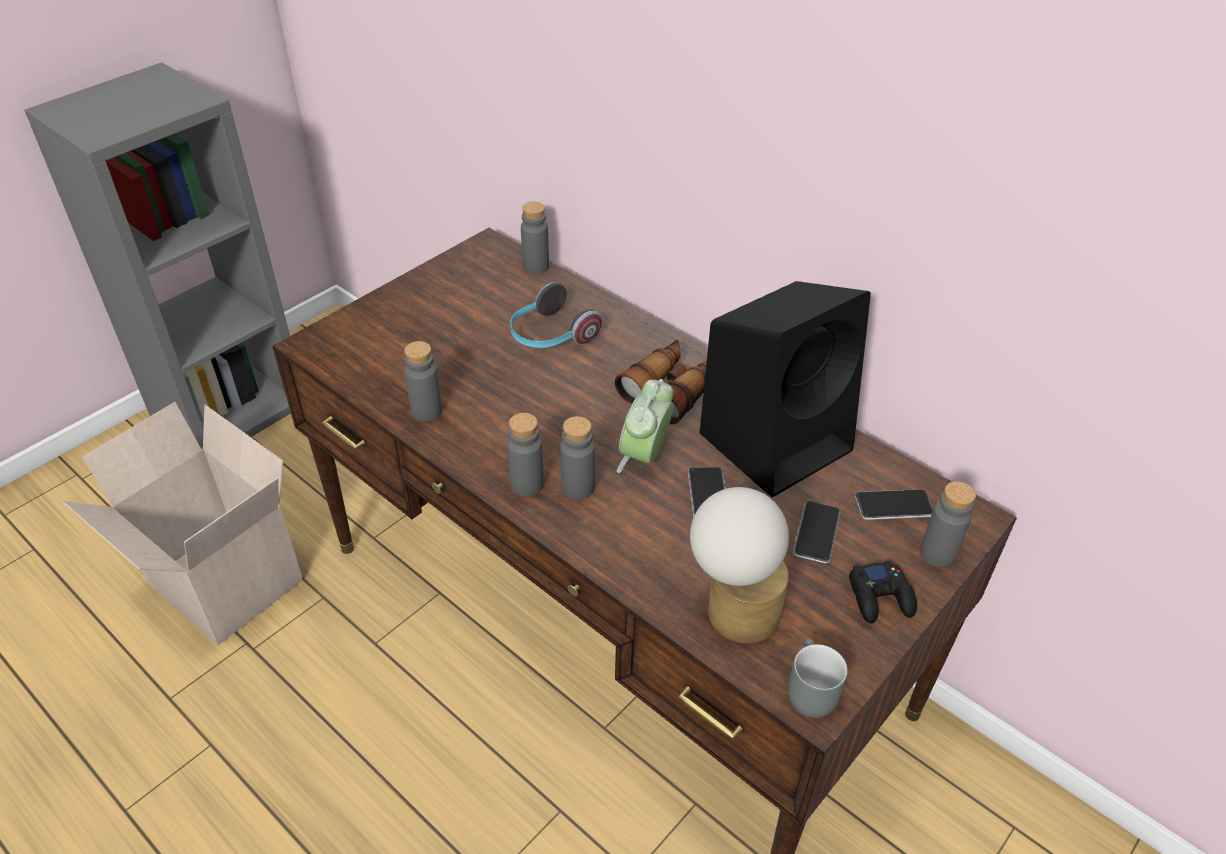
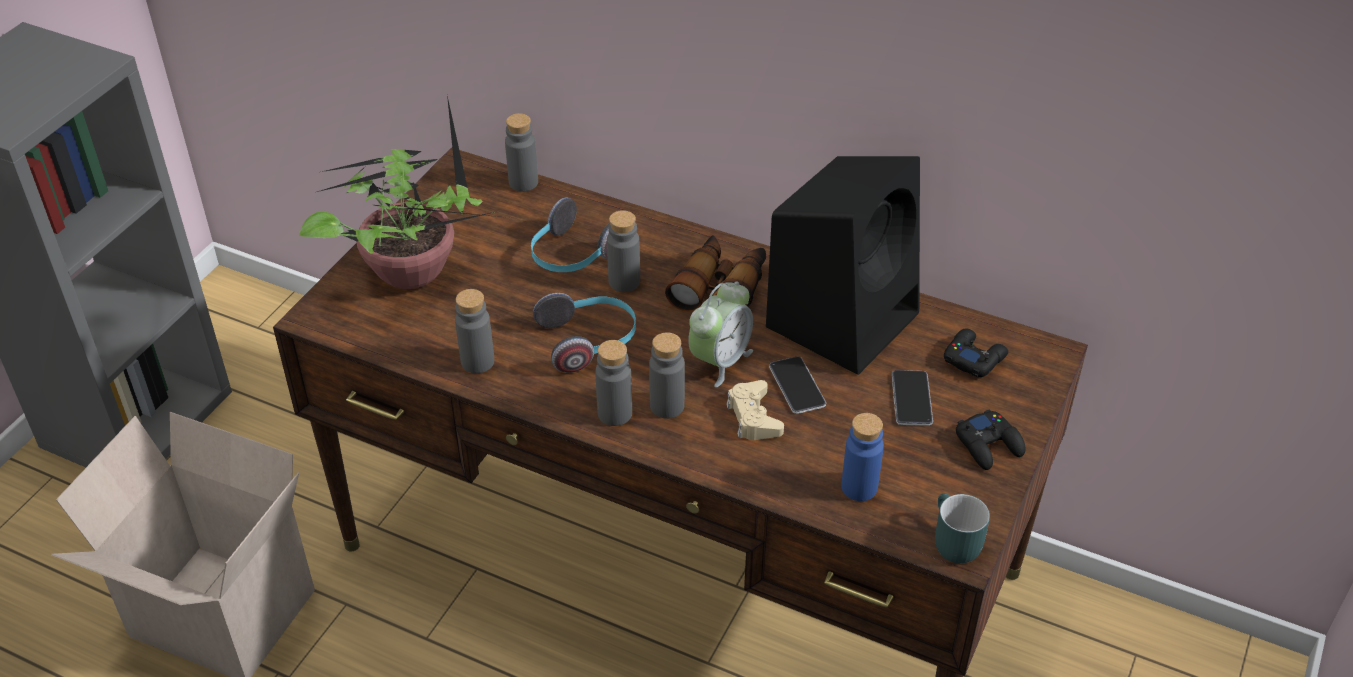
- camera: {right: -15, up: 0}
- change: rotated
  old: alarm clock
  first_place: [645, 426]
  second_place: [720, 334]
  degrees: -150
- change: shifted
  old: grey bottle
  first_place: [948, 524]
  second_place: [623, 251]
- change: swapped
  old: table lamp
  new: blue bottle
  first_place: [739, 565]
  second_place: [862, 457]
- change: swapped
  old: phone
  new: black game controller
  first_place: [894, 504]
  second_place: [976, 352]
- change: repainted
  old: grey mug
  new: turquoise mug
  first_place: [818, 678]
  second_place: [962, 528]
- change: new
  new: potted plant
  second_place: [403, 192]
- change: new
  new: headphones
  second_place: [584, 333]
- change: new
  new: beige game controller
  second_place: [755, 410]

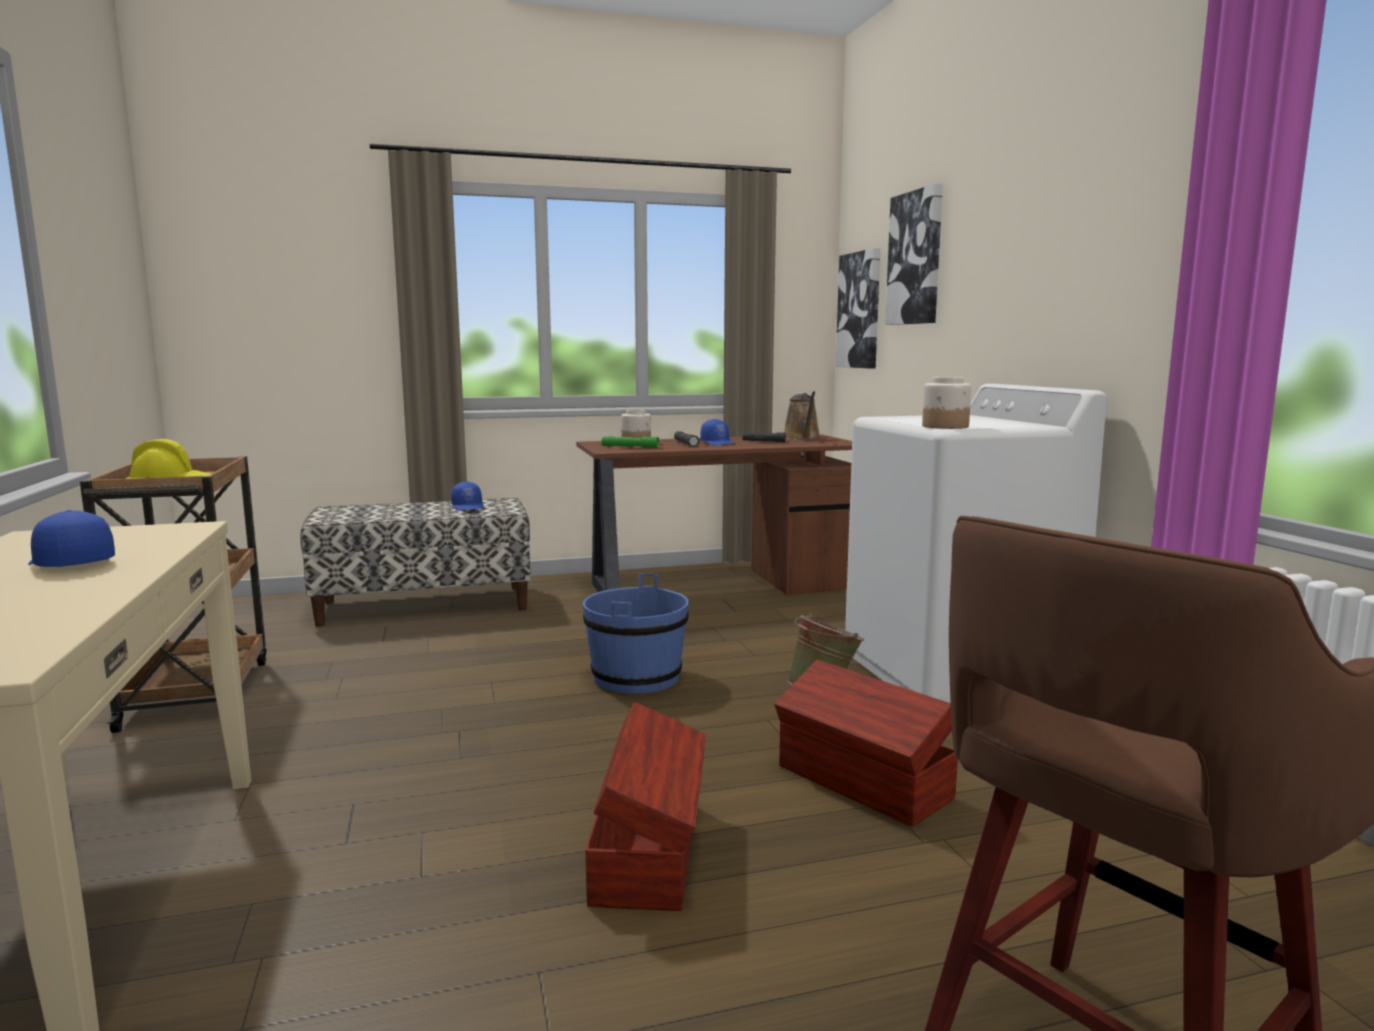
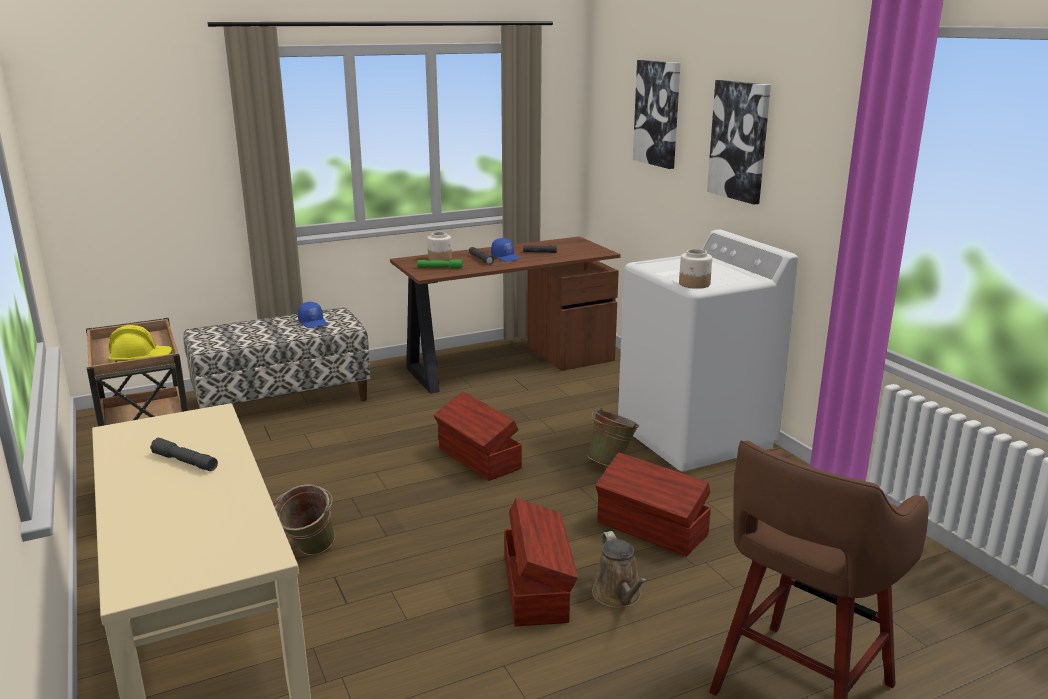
- camera: {right: -10, up: 10}
- change: shifted
  old: picture
  first_place: [858, 308]
  second_place: [739, 142]
- change: shifted
  old: brown watering can
  first_place: [802, 415]
  second_place: [619, 569]
- change: swapped
  old: blue cap
  new: grey flashlight
  first_place: [71, 538]
  second_place: [184, 454]
- change: swapped
  old: blue bucket
  new: brown storage box
  first_place: [636, 633]
  second_place: [477, 436]
- change: new
  new: green bucket
  second_place: [304, 519]

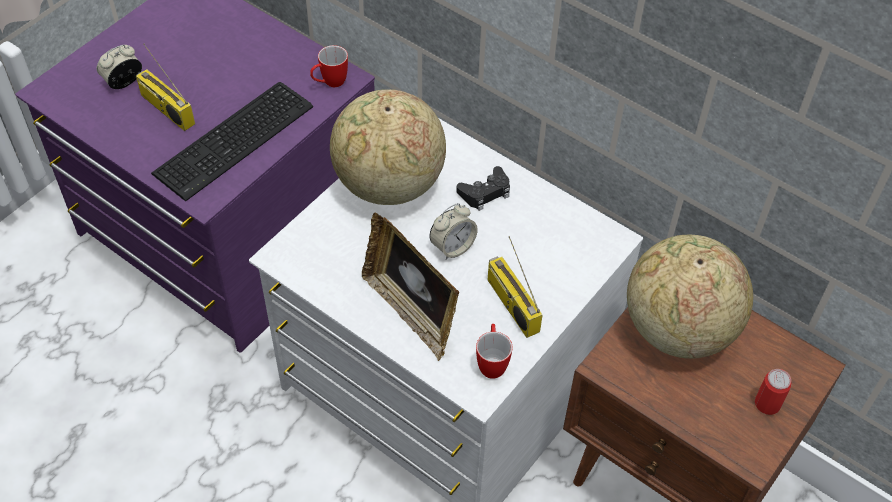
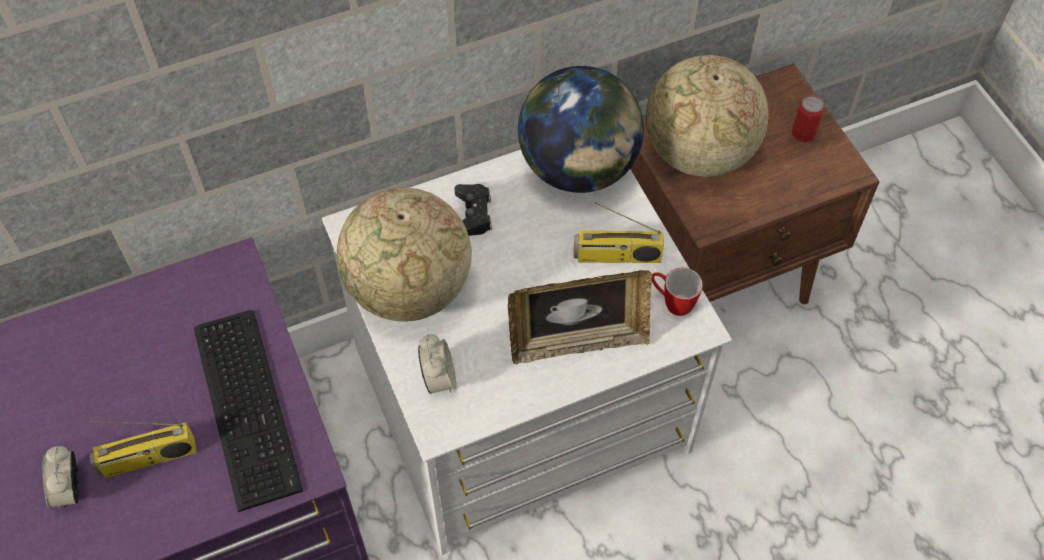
- camera: {right: -60, up: 5}
- change: gone
  old: mug
  first_place: [329, 66]
- change: shifted
  old: alarm clock
  first_place: [454, 231]
  second_place: [437, 364]
- change: new
  new: globe
  second_place: [581, 129]

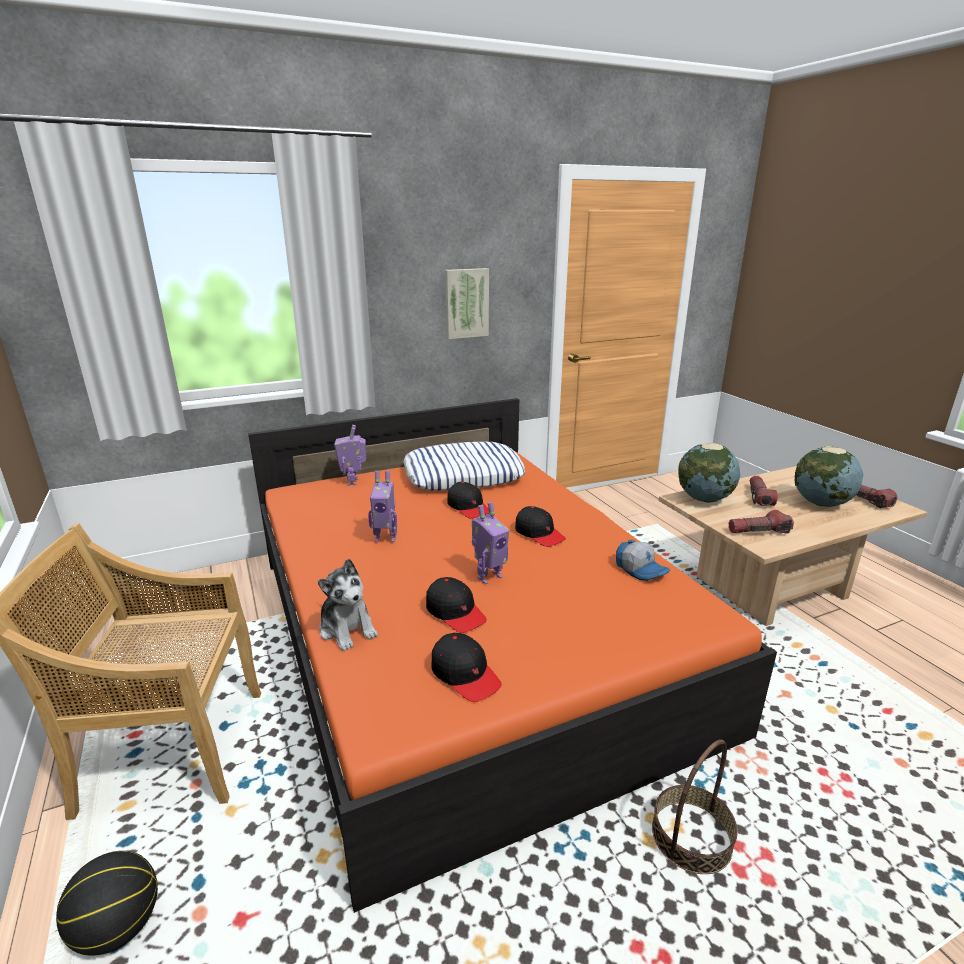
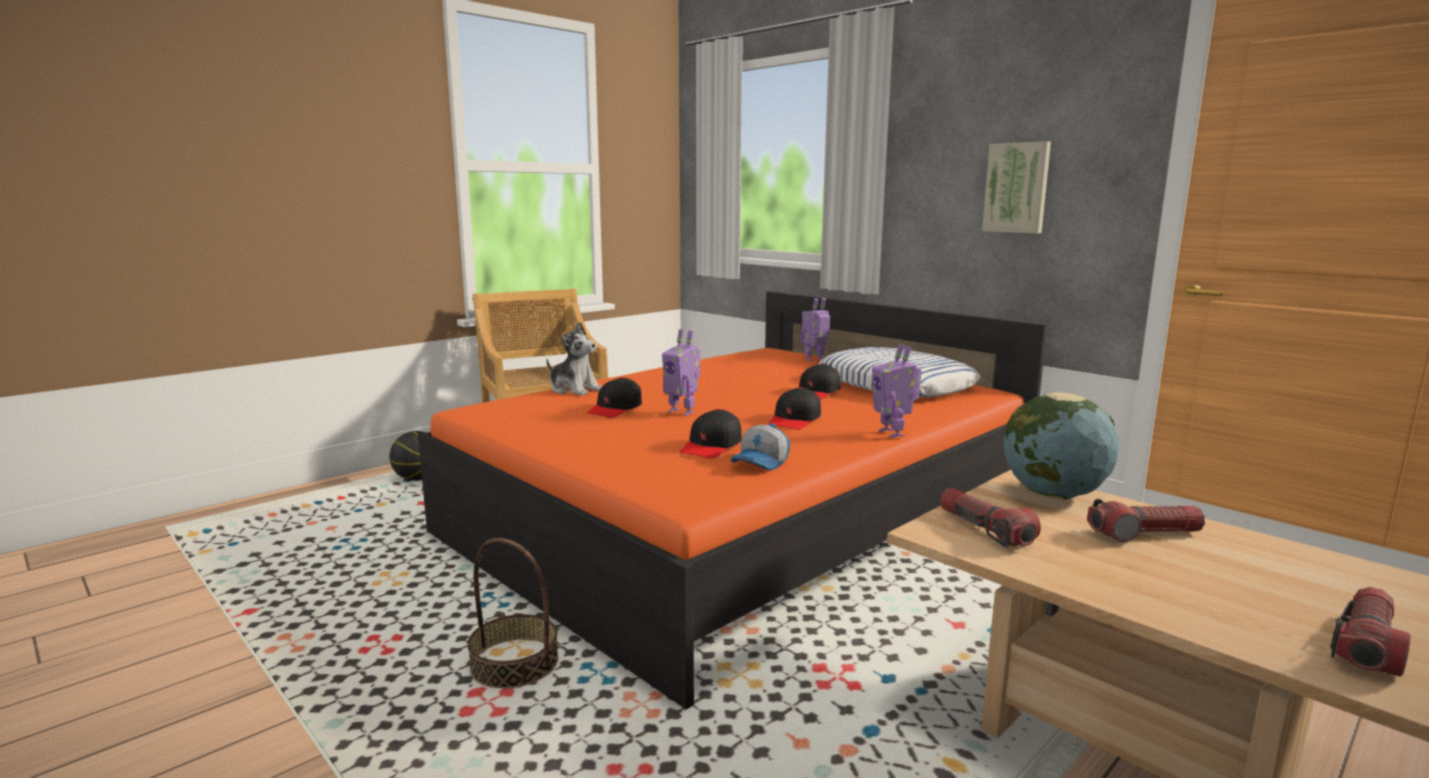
- camera: {right: 70, up: -10}
- change: gone
  old: globe
  first_place: [829, 476]
- change: shifted
  old: toy robot
  first_place: [382, 506]
  second_place: [897, 391]
- change: rotated
  old: plush toy
  first_place: [348, 604]
  second_place: [574, 359]
  degrees: -90
- change: shifted
  old: black cap
  first_place: [466, 667]
  second_place: [711, 434]

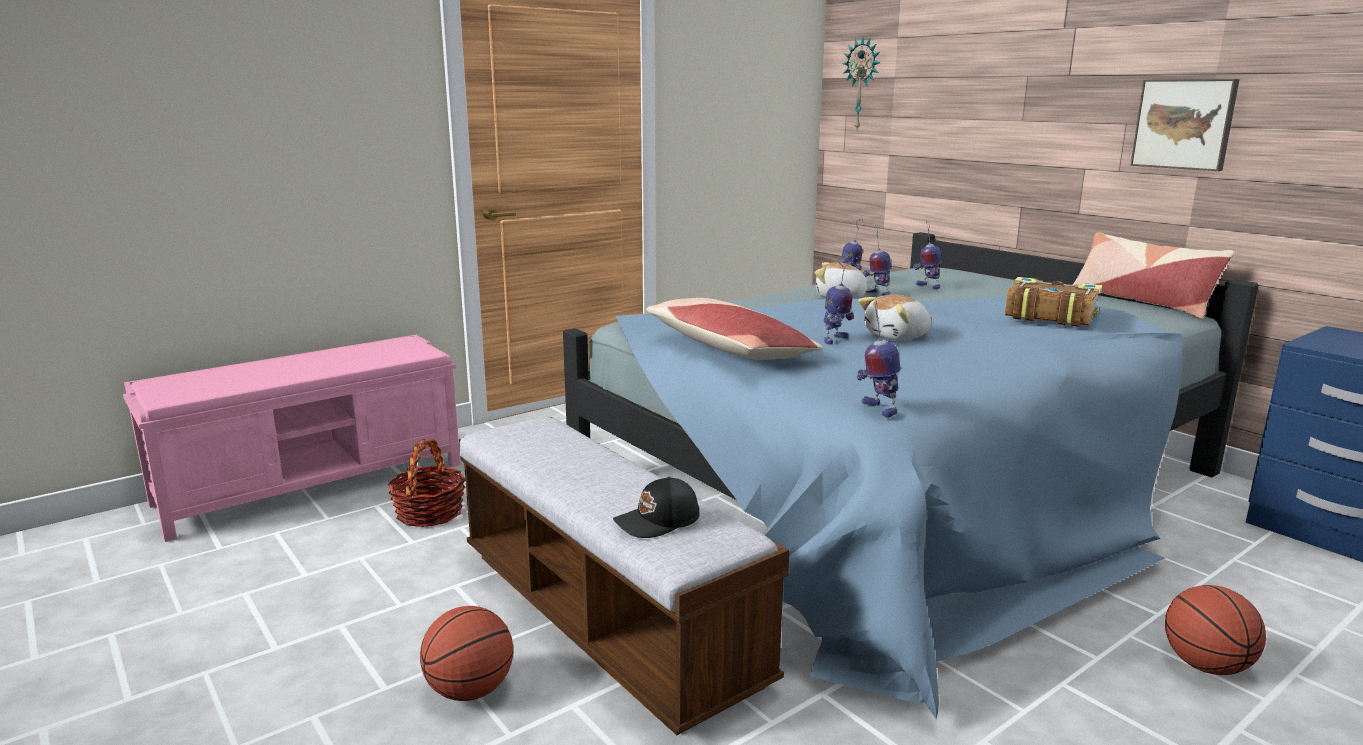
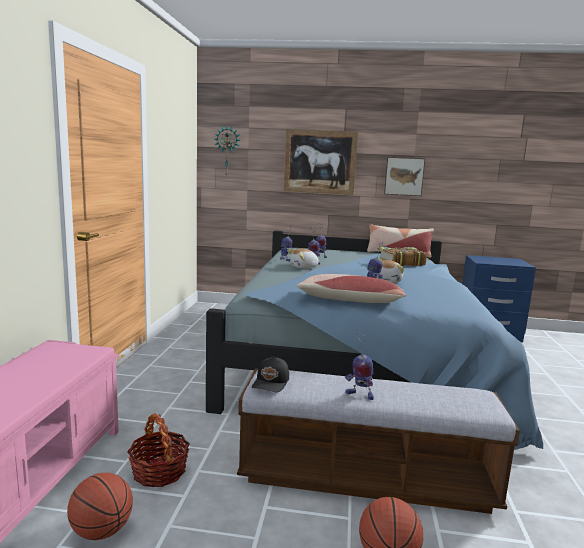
- camera: {right: -45, up: -5}
- change: shifted
  old: toy robot
  first_place: [879, 359]
  second_place: [359, 366]
- change: shifted
  old: black cap
  first_place: [656, 507]
  second_place: [270, 374]
- change: shifted
  old: basketball
  first_place: [1215, 630]
  second_place: [100, 506]
- change: new
  new: picture
  second_place: [321, 162]

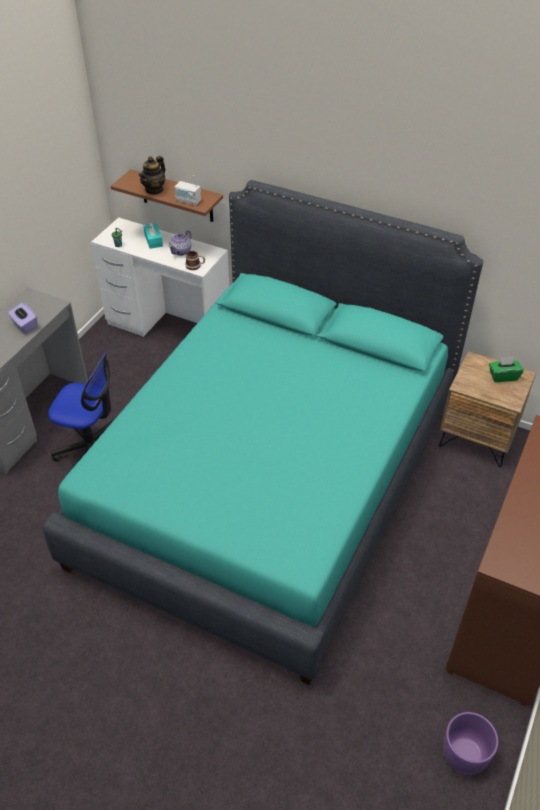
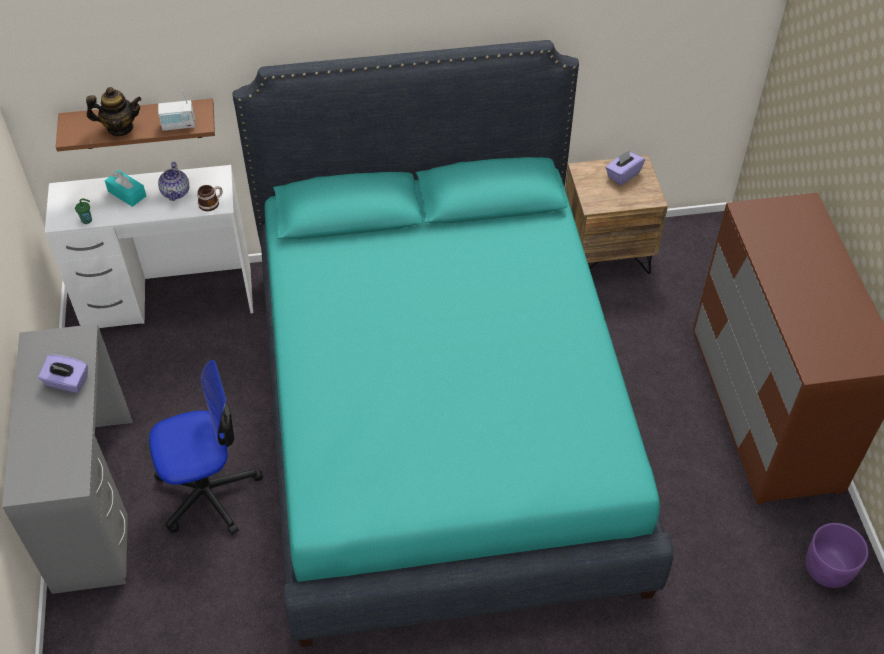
- camera: {right: -35, up: 5}
- change: rotated
  old: teapot
  first_place: [152, 175]
  second_place: [114, 111]
  degrees: -90
- change: repainted
  old: green tissue box
  new: purple tissue box
  first_place: [506, 369]
  second_place: [625, 167]

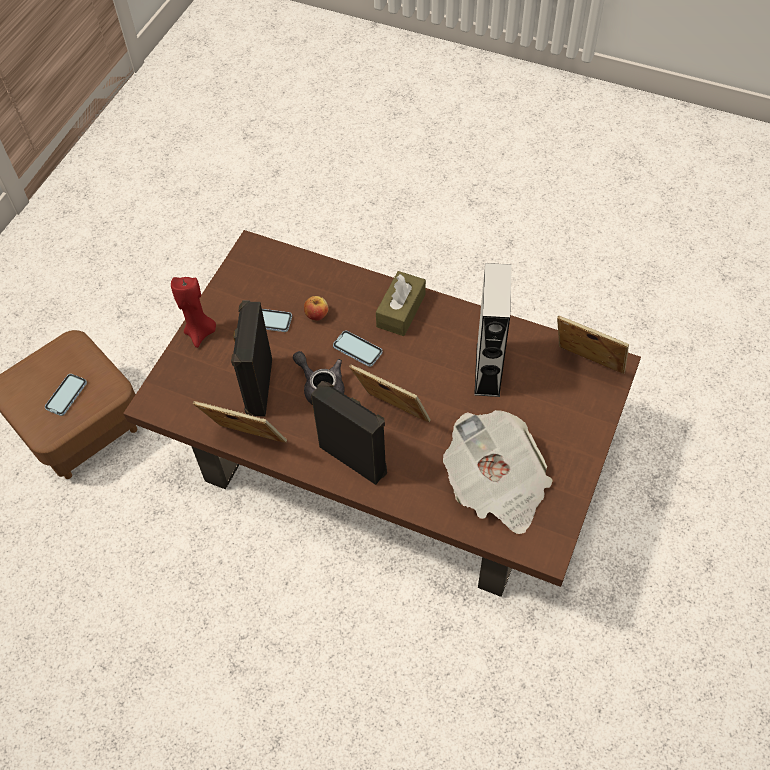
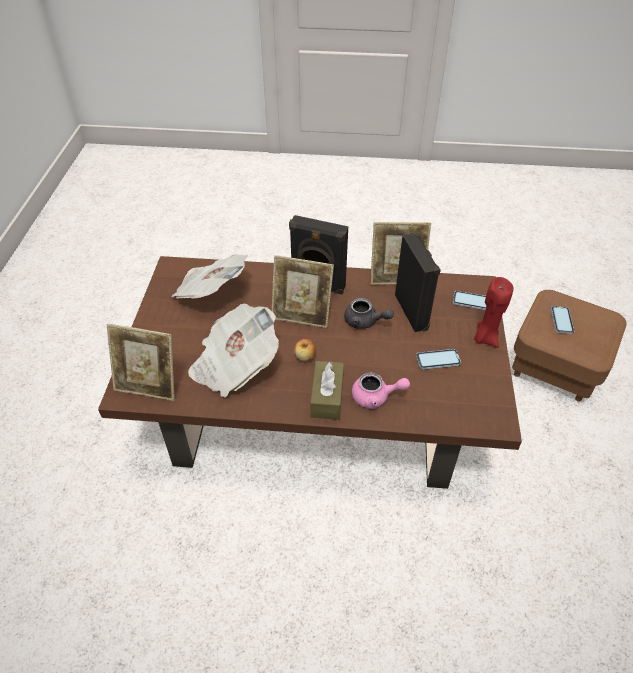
- camera: {right: 160, up: -10}
- change: swapped
  old: grey speaker
  new: newspaper
  first_place: [493, 330]
  second_place: [233, 350]
- change: shifted
  old: apple
  first_place: [316, 308]
  second_place: [305, 350]
- change: shifted
  old: phone
  first_place: [358, 349]
  second_place: [469, 300]
- change: new
  new: pink teapot
  second_place: [381, 391]

